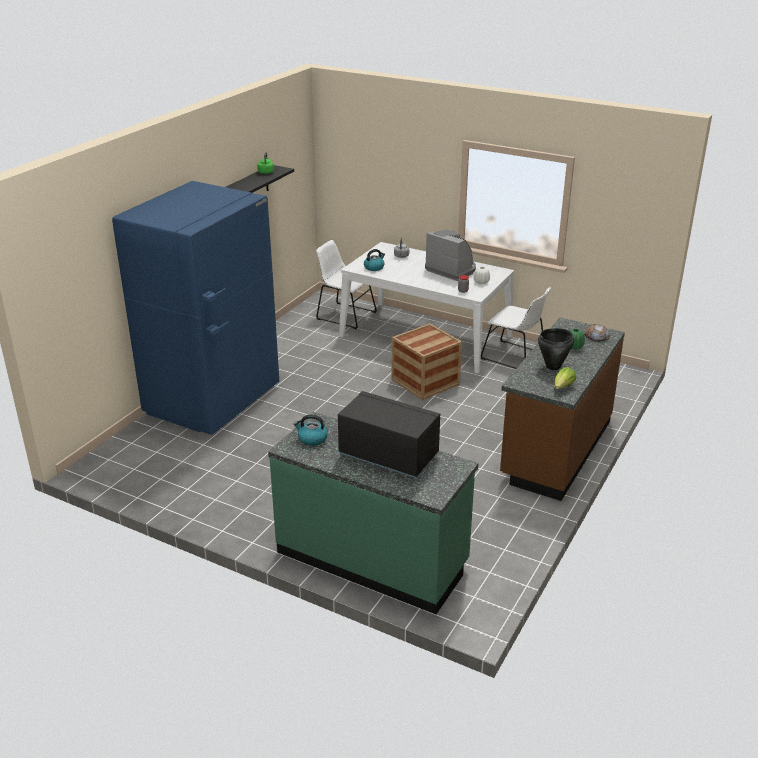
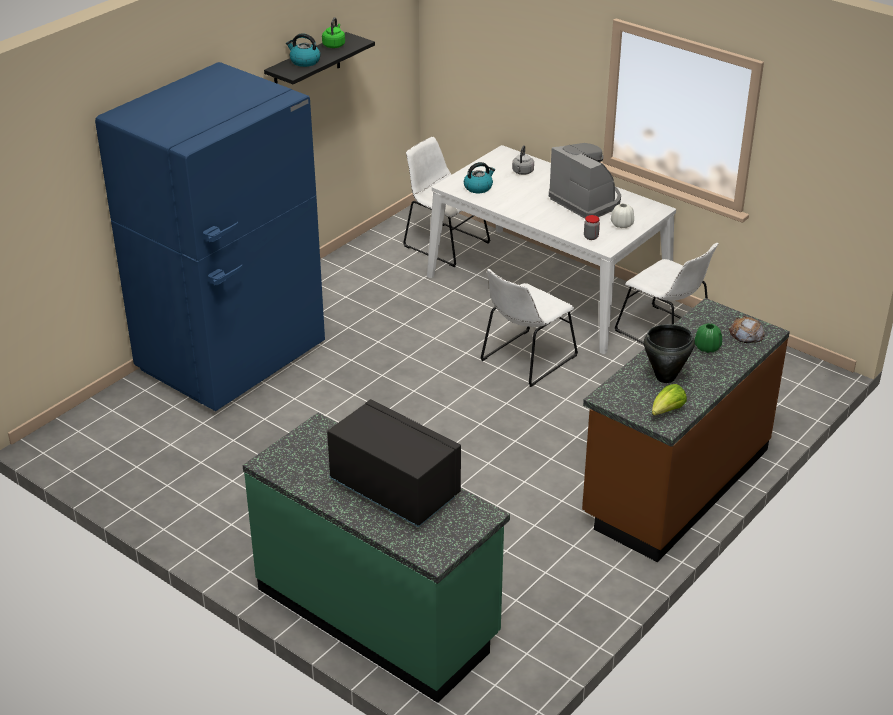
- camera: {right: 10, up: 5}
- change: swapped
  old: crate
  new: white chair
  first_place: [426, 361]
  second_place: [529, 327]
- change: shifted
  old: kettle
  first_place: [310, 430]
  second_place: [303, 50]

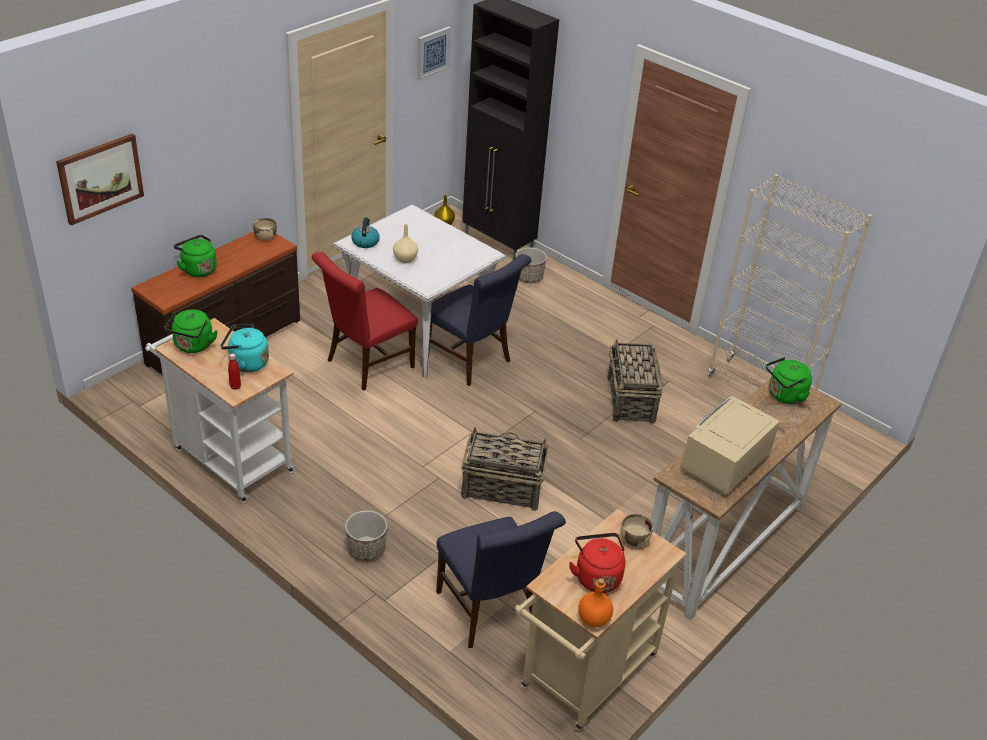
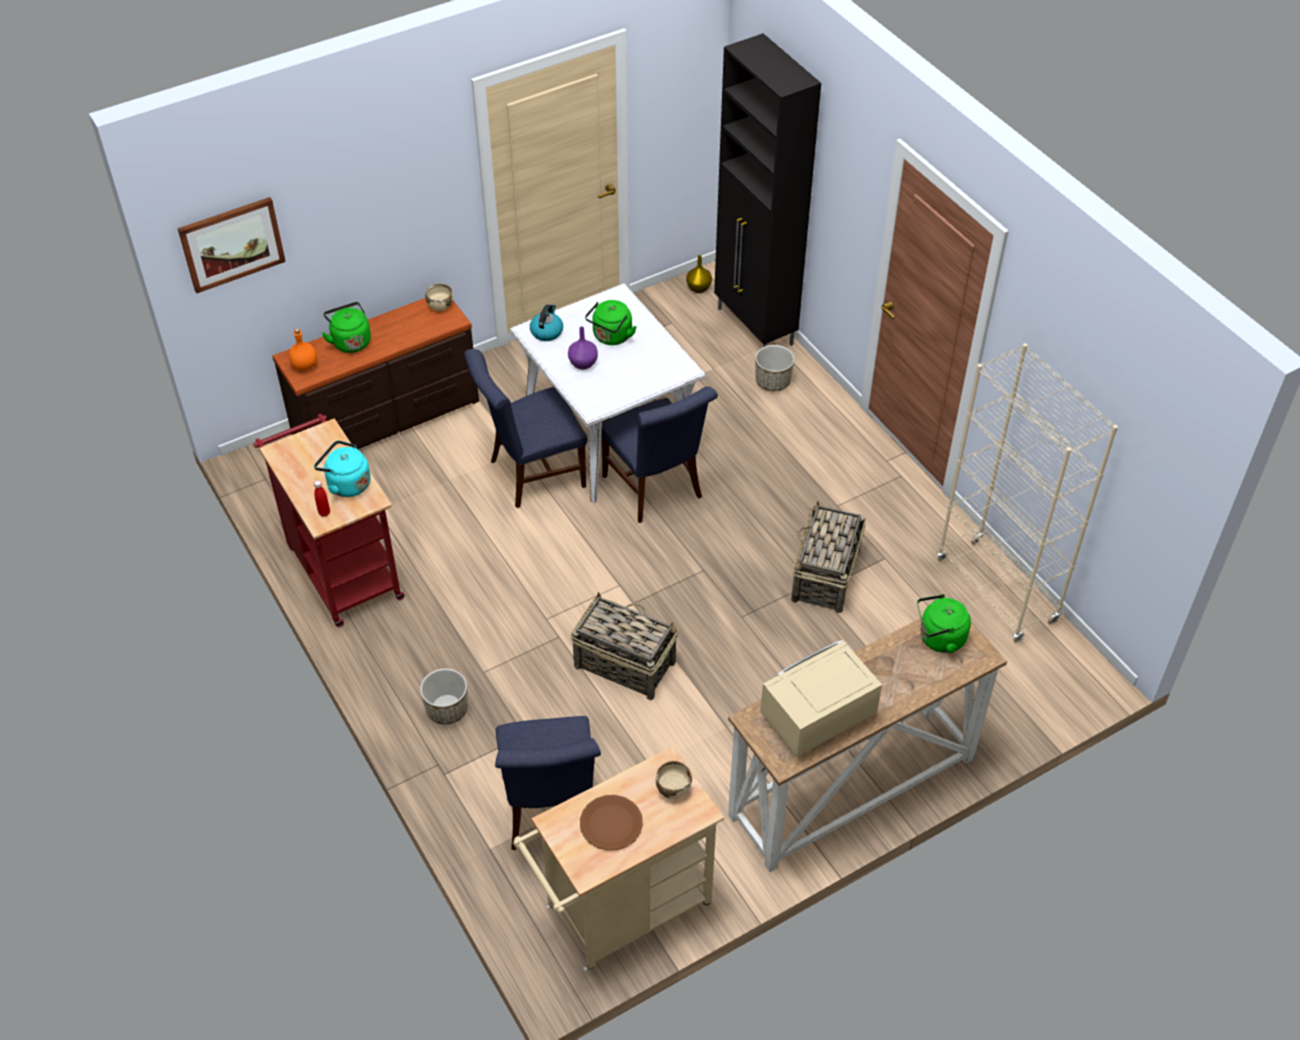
- camera: {right: 20, up: 10}
- change: gone
  old: picture
  first_place: [434, 53]
- change: repainted
  old: beige vase
  new: purple vase
  first_place: [405, 243]
  second_place: [583, 348]
- change: repainted
  old: red chair
  new: blue chair
  first_place: [365, 321]
  second_place: [526, 428]
- change: shifted
  old: green kettle
  first_place: [190, 331]
  second_place: [610, 322]
- change: repainted
  old: white cart
  new: red cart
  first_place: [219, 410]
  second_place: [329, 520]
- change: swapped
  old: red kettle
  new: brown plate
  first_place: [597, 563]
  second_place: [611, 822]
- change: shifted
  old: orange bottle
  first_place: [595, 602]
  second_place: [303, 349]

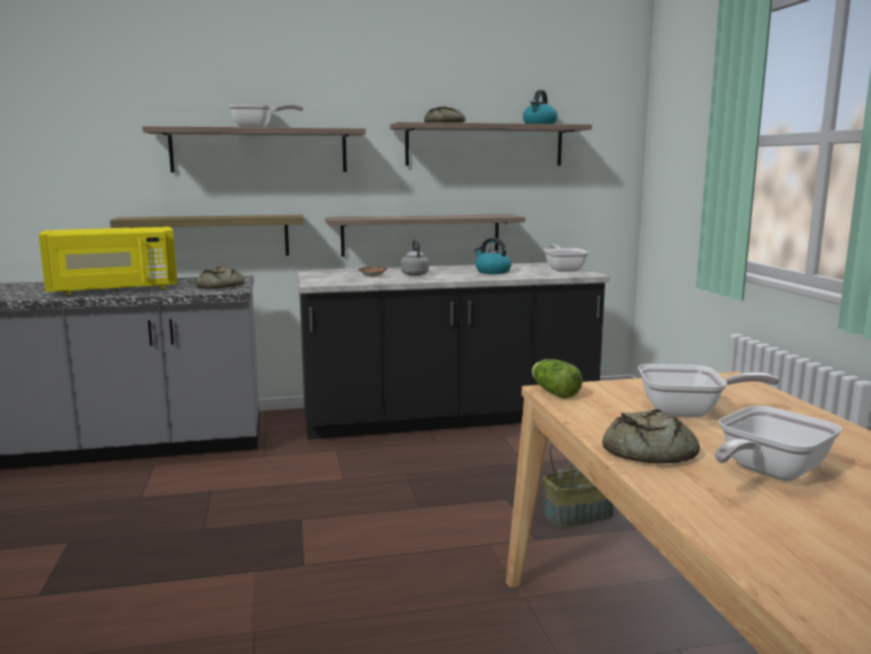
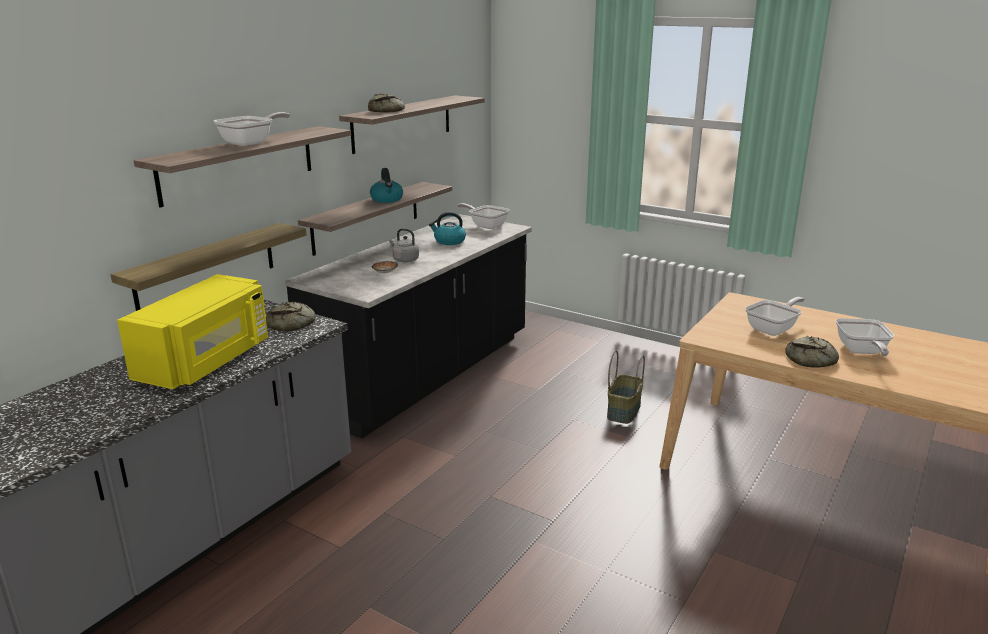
- camera: {right: -45, up: 10}
- change: shifted
  old: kettle
  first_place: [540, 107]
  second_place: [386, 185]
- change: gone
  old: lettuce
  first_place: [557, 379]

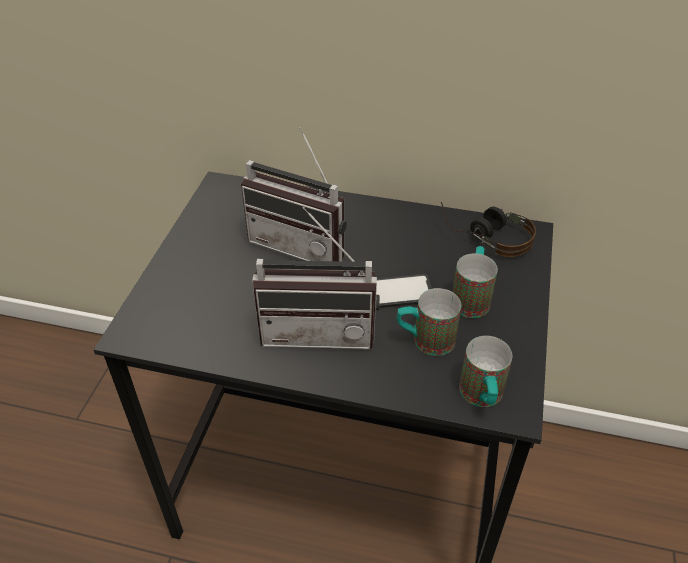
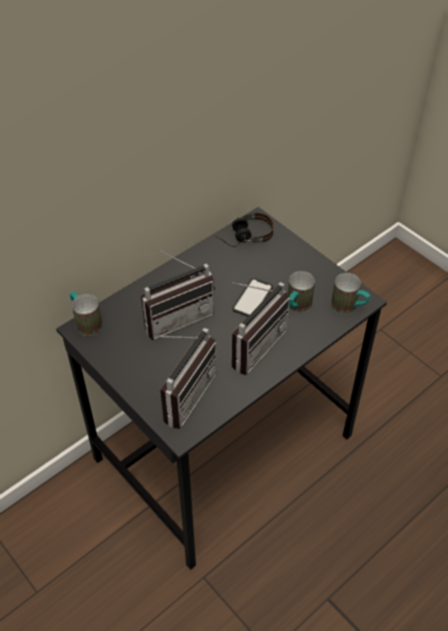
- camera: {right: -55, up: 5}
- change: shifted
  old: mug
  first_place: [475, 282]
  second_place: [86, 314]
- change: new
  new: radio
  second_place: [185, 378]

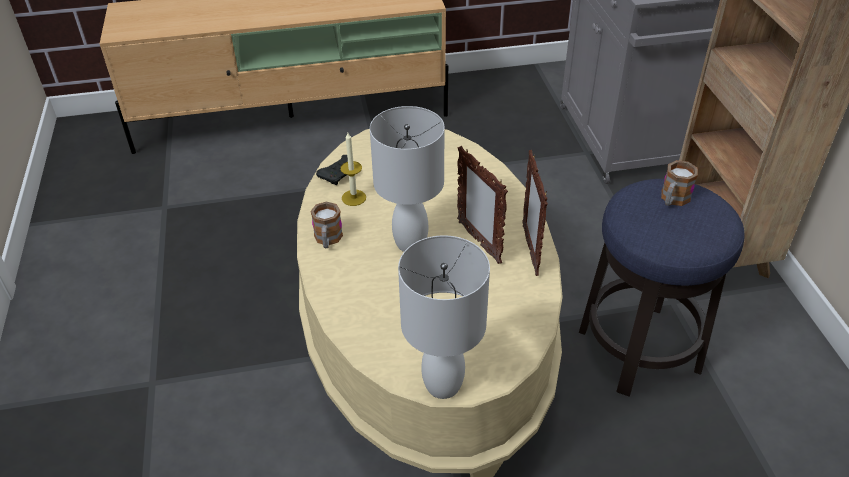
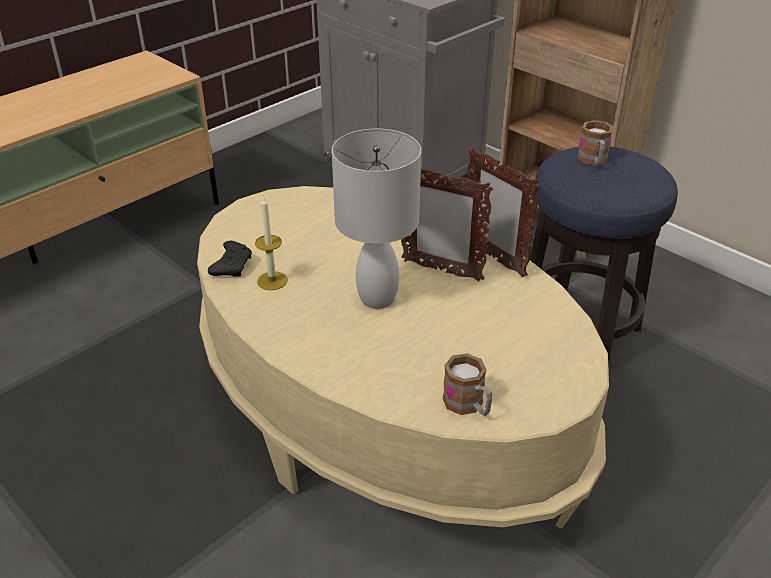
- camera: {right: -35, up: -5}
- change: shifted
  old: mug
  first_place: [326, 224]
  second_place: [468, 384]
- change: gone
  old: white table lamp
  first_place: [444, 317]

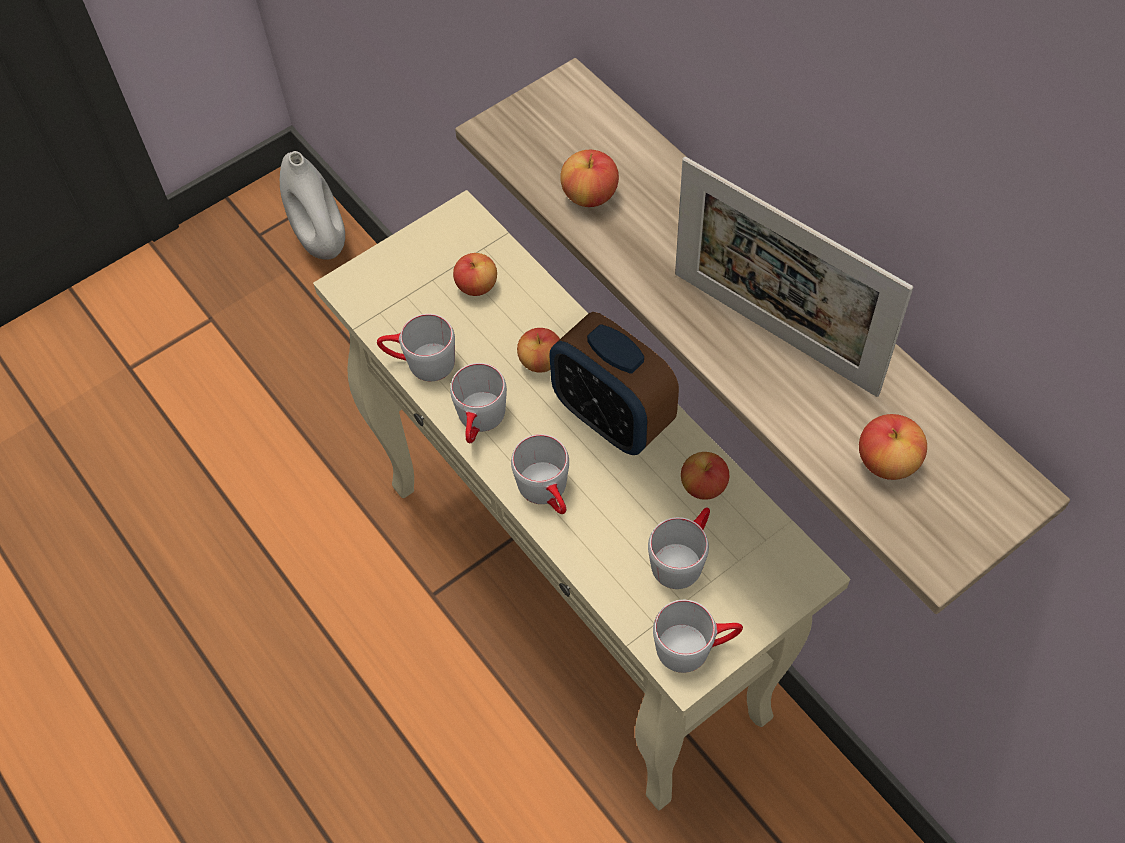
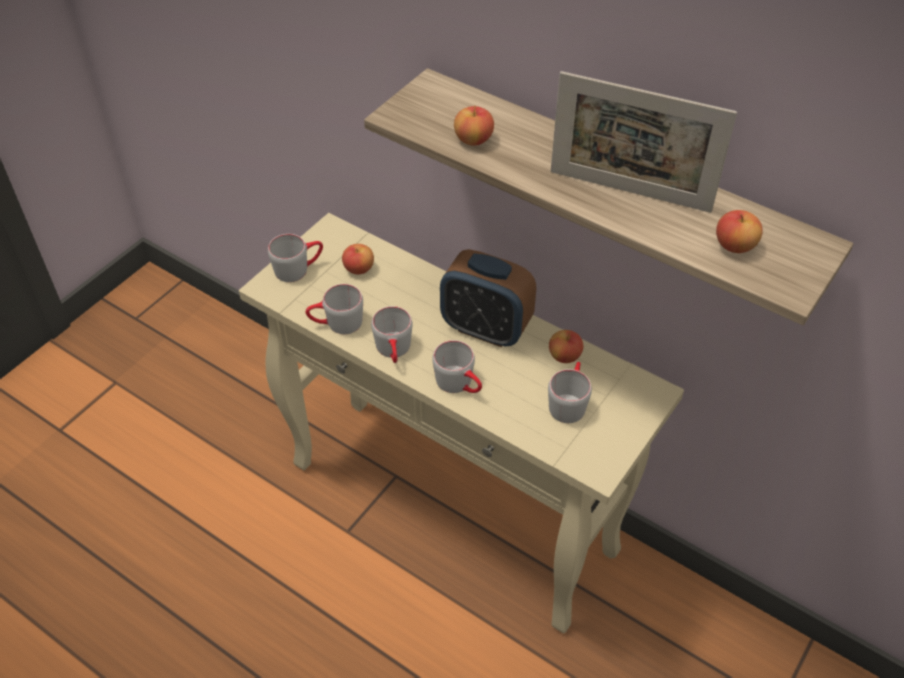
- camera: {right: -20, up: -10}
- change: gone
  old: white vase
  first_place: [312, 205]
- change: gone
  old: apple
  first_place: [538, 350]
- change: shifted
  old: grey mug
  first_place: [698, 636]
  second_place: [295, 258]

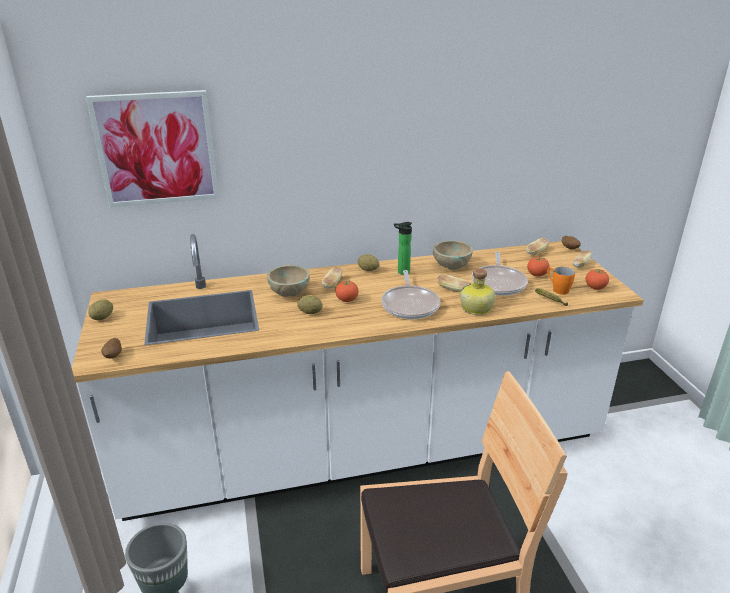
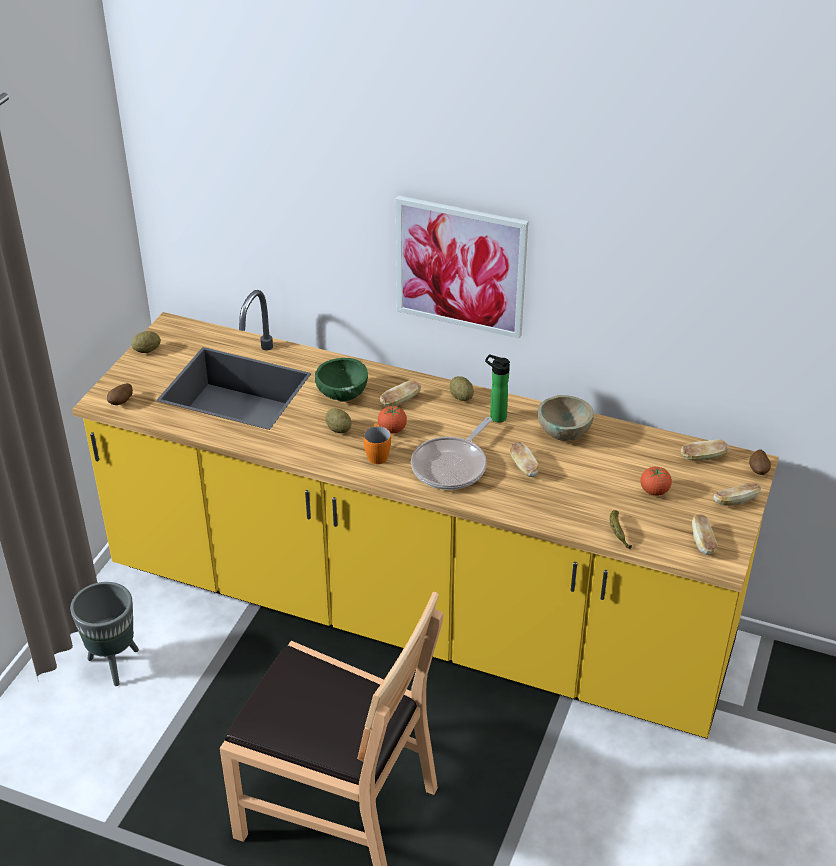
- camera: {right: 35, up: 10}
- change: shifted
  old: picture
  first_place: [152, 148]
  second_place: [462, 267]
- change: repainted
  old: white counter
  new: yellow counter
  first_place: [358, 377]
  second_place: [425, 514]
- change: gone
  old: frying pan
  first_place: [500, 274]
- change: repainted
  old: beige bowl
  new: green bowl
  first_place: [288, 281]
  second_place: [341, 380]
- change: shifted
  old: orange mug
  first_place: [561, 281]
  second_place: [377, 443]
- change: gone
  old: bottle
  first_place: [478, 291]
- change: swapped
  old: tomato
  new: bread
  first_place: [597, 279]
  second_place: [704, 534]

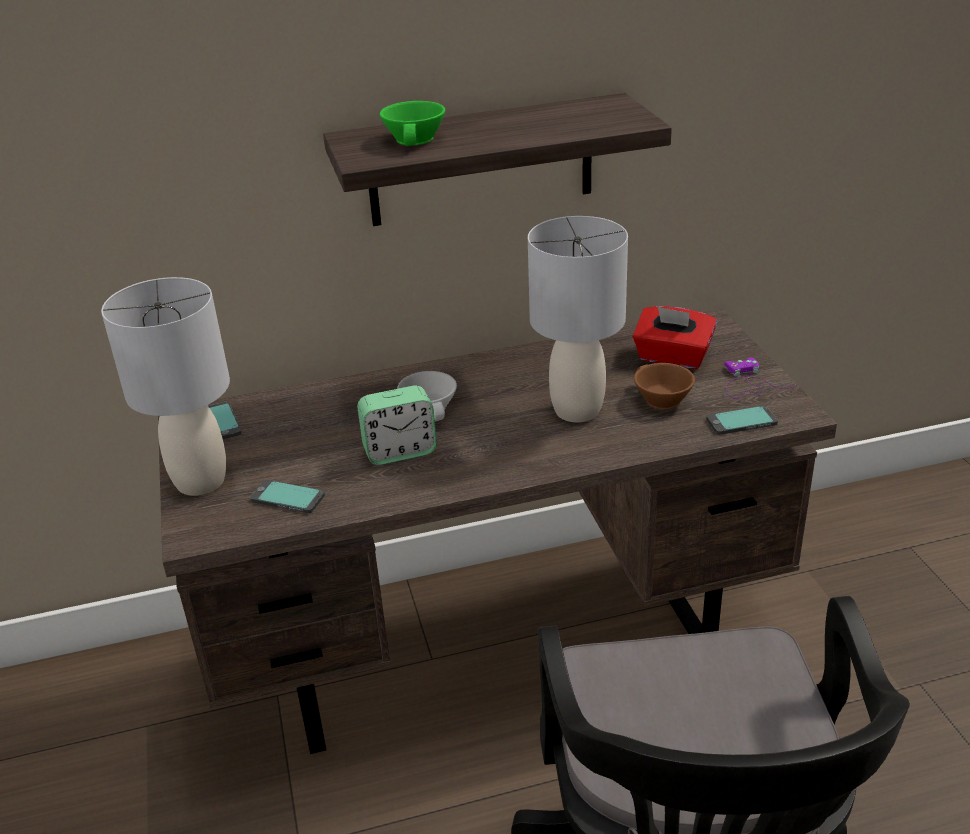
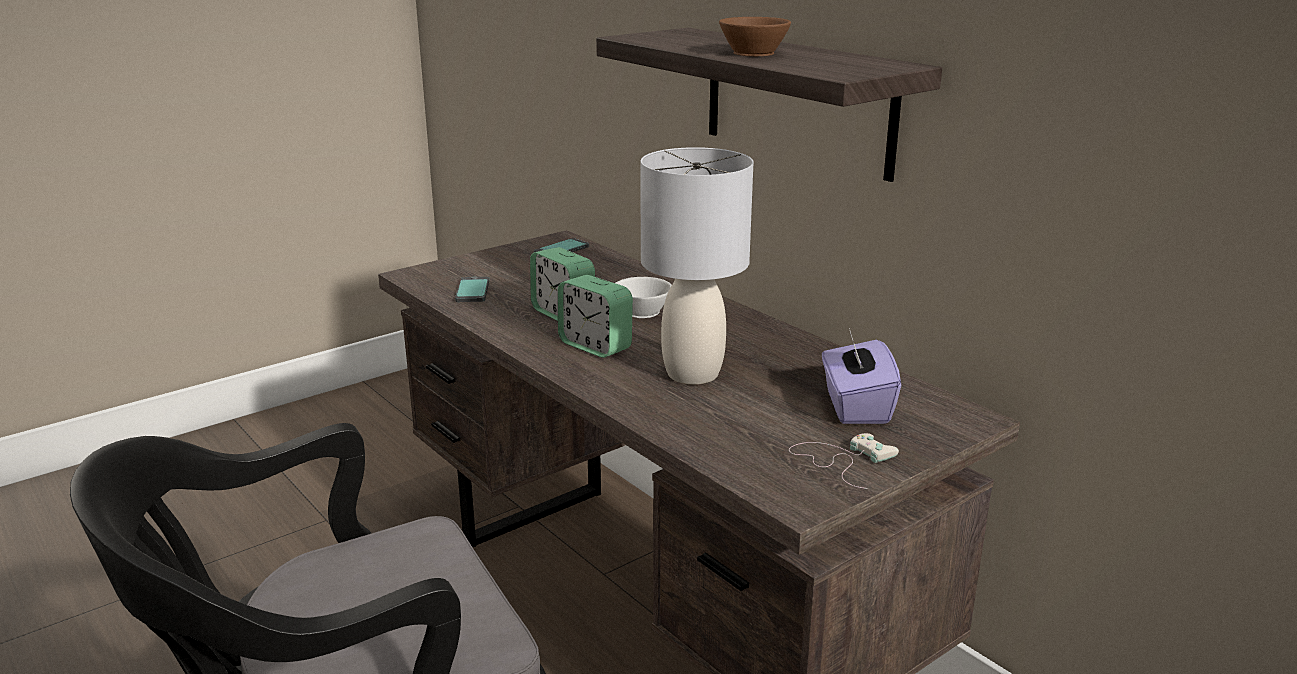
- camera: {right: 65, up: -10}
- change: gone
  old: green cup
  first_place: [412, 123]
- change: gone
  old: grey table lamp
  first_place: [165, 386]
- change: repainted
  old: red tissue box
  new: purple tissue box
  first_place: [675, 337]
  second_place: [861, 376]
- change: repainted
  old: purple game controller
  new: white game controller
  first_place: [760, 377]
  second_place: [844, 461]
- change: shifted
  old: brown cup
  first_place: [664, 386]
  second_place: [755, 36]
- change: gone
  old: phone
  first_place: [742, 420]
- change: new
  new: alarm clock
  second_place: [595, 316]

